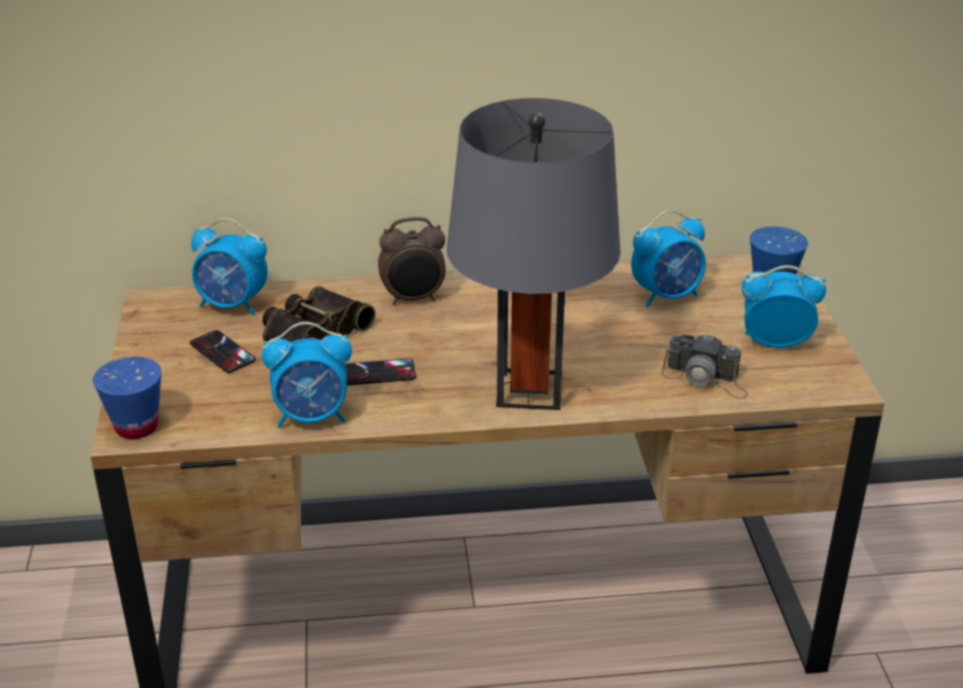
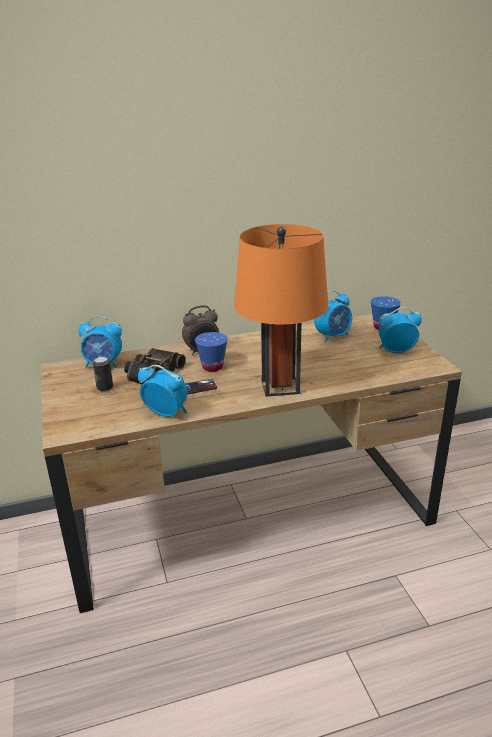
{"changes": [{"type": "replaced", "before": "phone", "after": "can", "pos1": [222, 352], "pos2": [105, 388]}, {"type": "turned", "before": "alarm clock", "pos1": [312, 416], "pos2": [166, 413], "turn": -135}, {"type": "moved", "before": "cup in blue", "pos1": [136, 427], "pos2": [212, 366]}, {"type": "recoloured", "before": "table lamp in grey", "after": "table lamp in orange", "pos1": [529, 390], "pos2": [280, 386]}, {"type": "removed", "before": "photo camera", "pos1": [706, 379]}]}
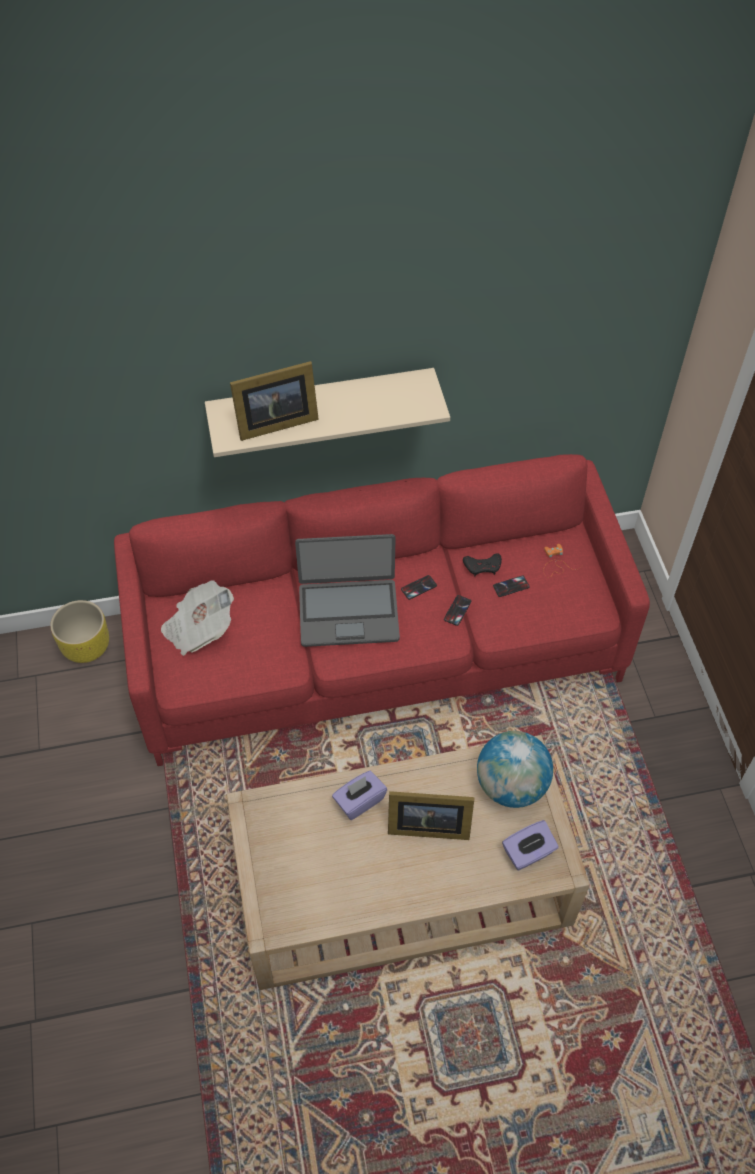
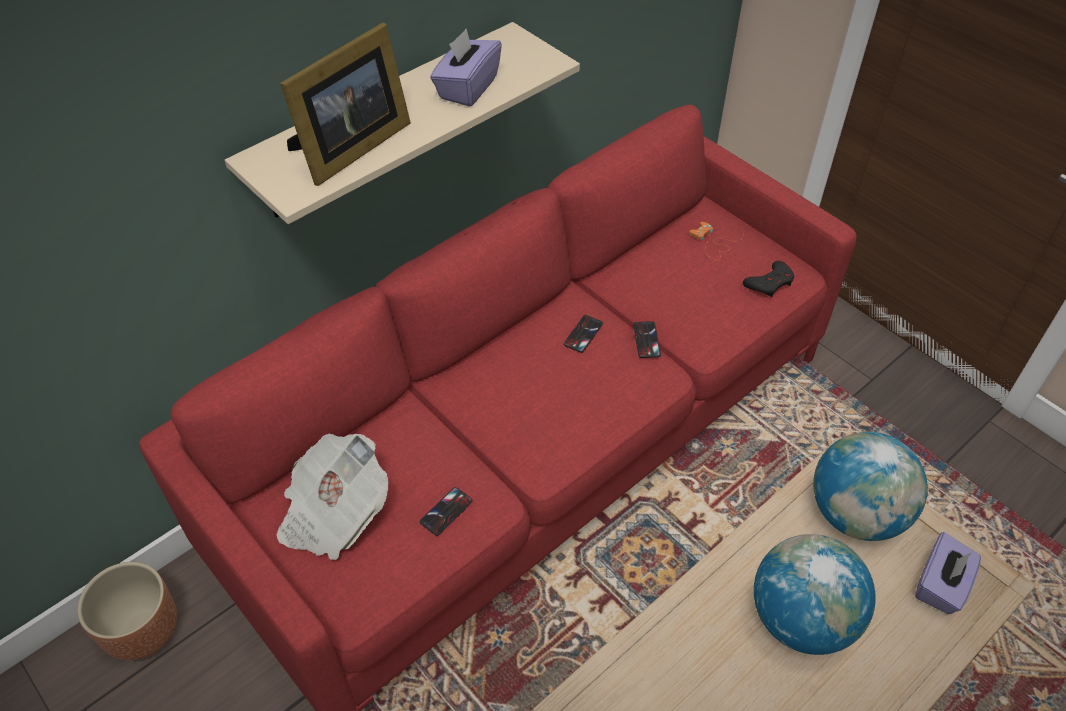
{"changes": [{"type": "recoloured", "before": "planter in yellow", "after": "planter in brown", "pos1": [87, 646], "pos2": [143, 629]}, {"type": "moved", "before": "phone", "pos1": [511, 586], "pos2": [446, 511]}, {"type": "moved", "before": "tissue box in purple", "pos1": [359, 801], "pos2": [467, 88]}, {"type": "moved", "before": "game controller in black", "pos1": [483, 566], "pos2": [770, 283]}, {"type": "replaced", "before": "picture frame", "after": "globe", "pos1": [426, 825], "pos2": [800, 619]}, {"type": "removed", "before": "laptop", "pos1": [348, 612]}]}
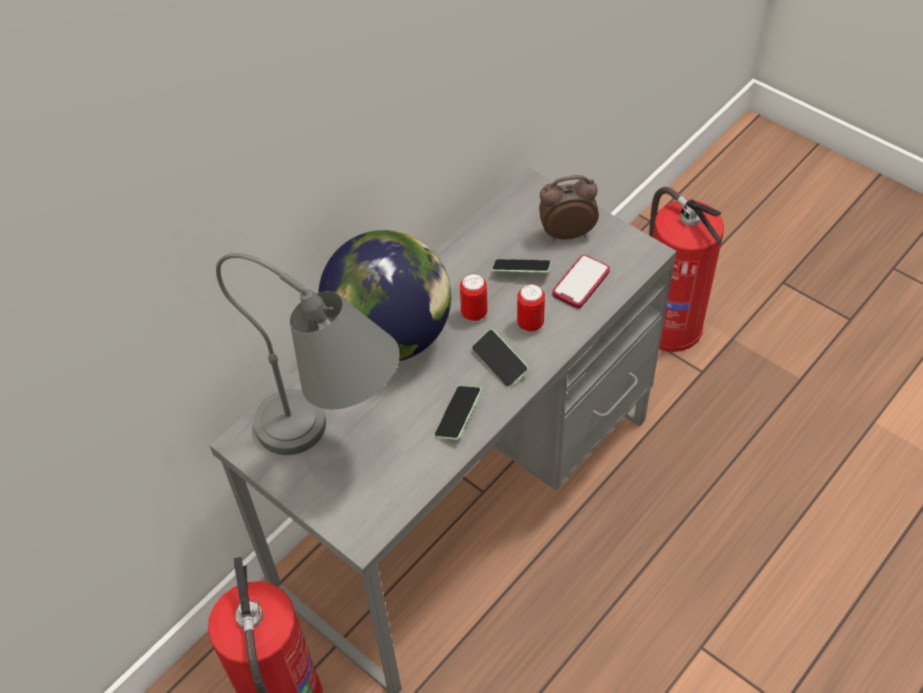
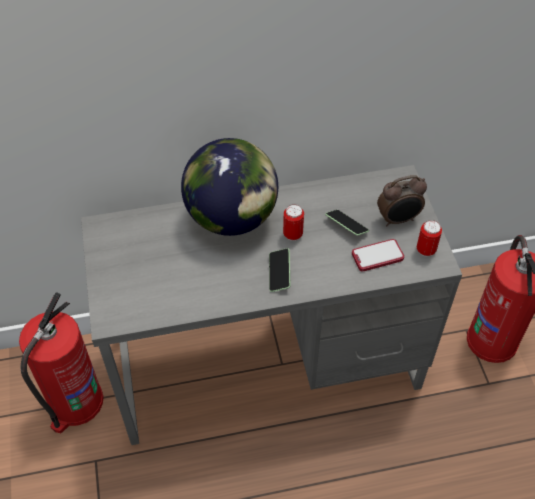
{"changes": [{"type": "turned", "before": "alarm clock", "pos1": [566, 233], "pos2": [398, 219], "turn": 135}, {"type": "moved", "before": "can", "pos1": [530, 324], "pos2": [426, 250]}, {"type": "removed", "before": "table lamp in grey", "pos1": [334, 441]}, {"type": "removed", "before": "phone", "pos1": [458, 417]}]}
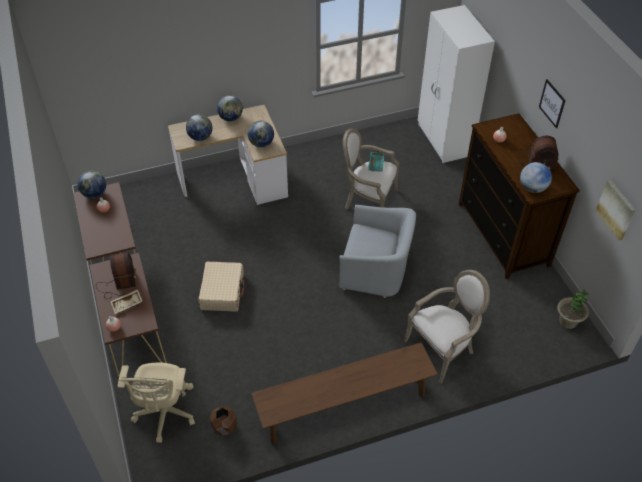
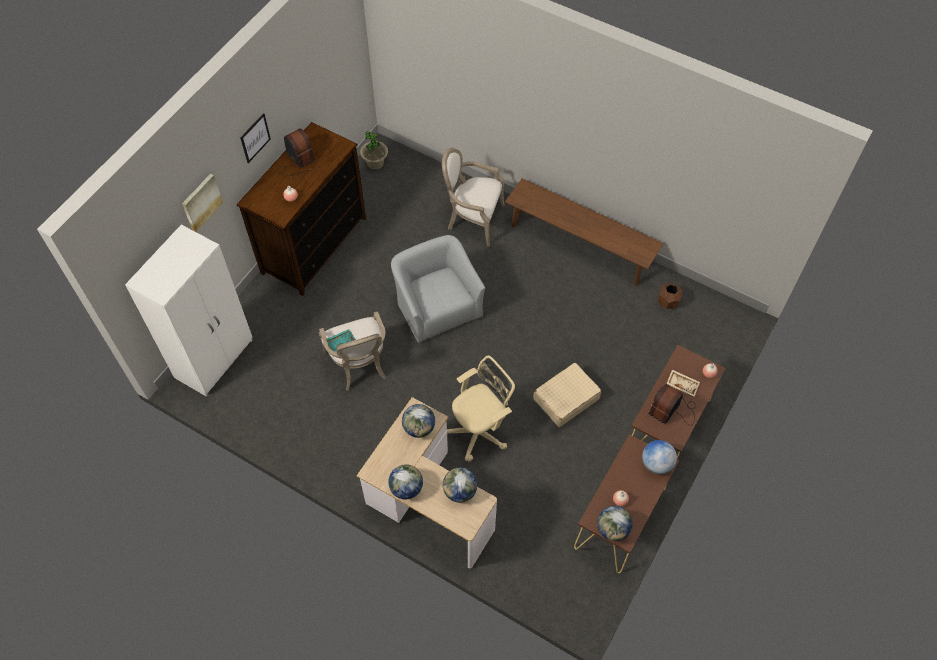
{"changes": [{"type": "moved", "before": "picture", "pos1": [616, 209], "pos2": [201, 202]}, {"type": "moved", "before": "office chair in beige", "pos1": [165, 414], "pos2": [479, 431]}, {"type": "moved", "before": "globe", "pos1": [532, 188], "pos2": [656, 464]}]}
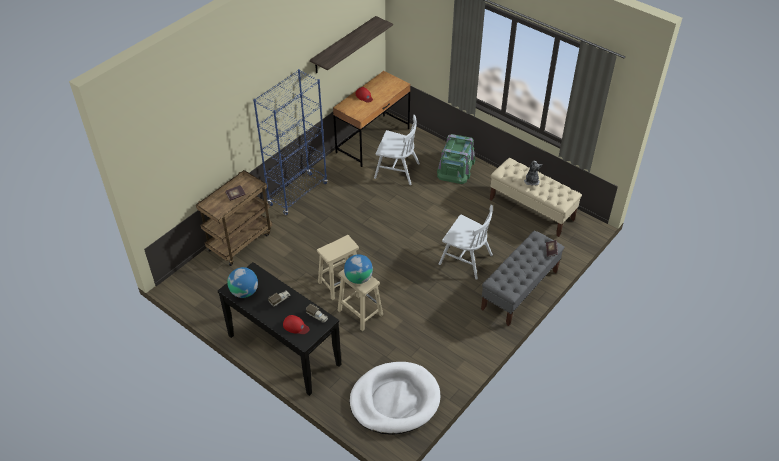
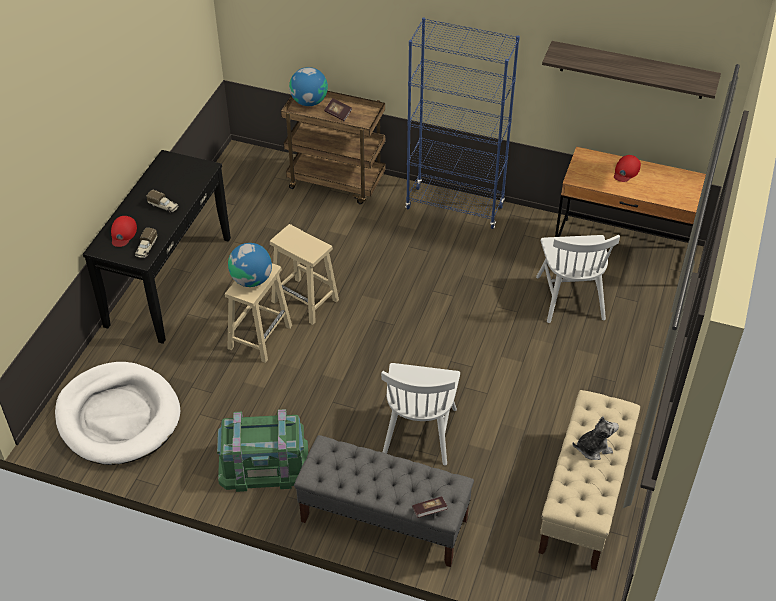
{"changes": [{"type": "moved", "before": "storage box in green", "pos1": [456, 167], "pos2": [263, 464]}, {"type": "moved", "before": "globe", "pos1": [244, 292], "pos2": [309, 102]}]}
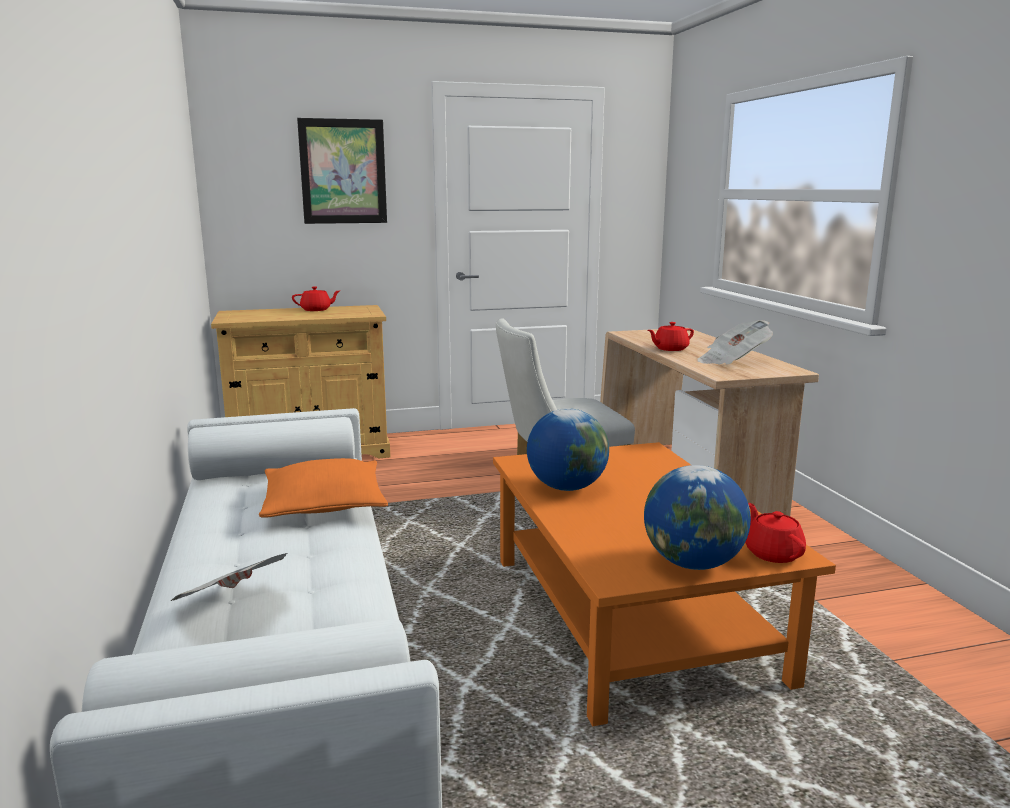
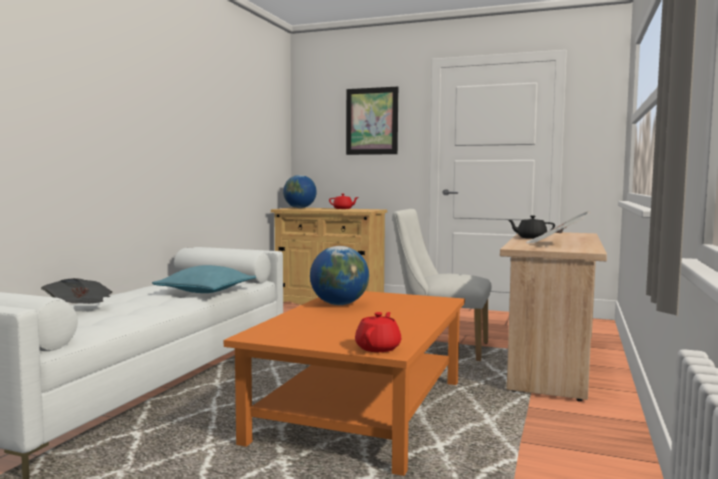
{"changes": [{"type": "recoloured", "before": "pillow in orange", "after": "pillow in turquoise", "pos1": [324, 504], "pos2": [206, 291]}, {"type": "moved", "before": "globe", "pos1": [693, 564], "pos2": [299, 208]}, {"type": "recoloured", "before": "teapot in red", "after": "teapot in black", "pos1": [670, 349], "pos2": [531, 238]}]}
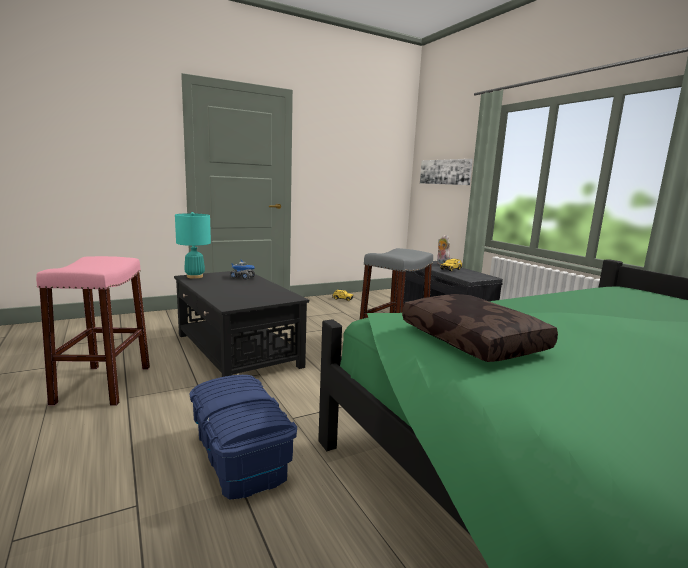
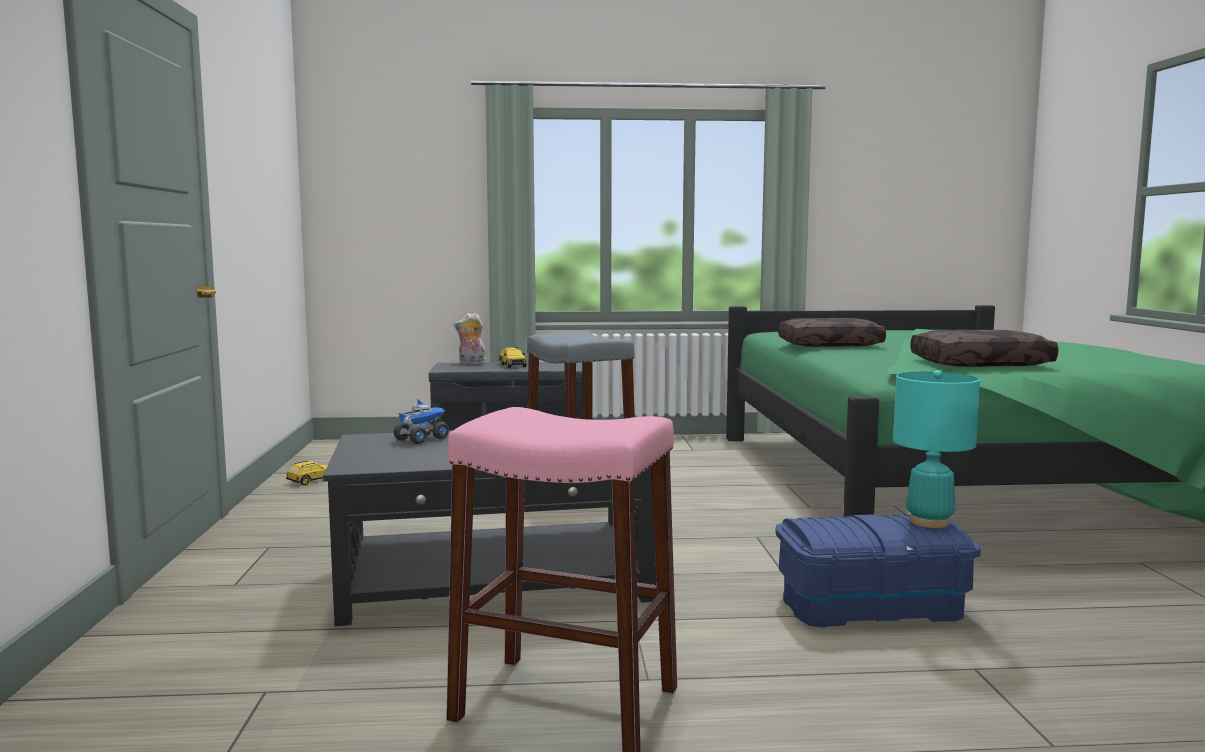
{"changes": [{"type": "added", "after": "pillow in brown", "pos2": [830, 345]}, {"type": "moved", "before": "table lamp in turquoise", "pos1": [194, 276], "pos2": [929, 522]}, {"type": "removed", "before": "picture", "pos1": [445, 172]}]}
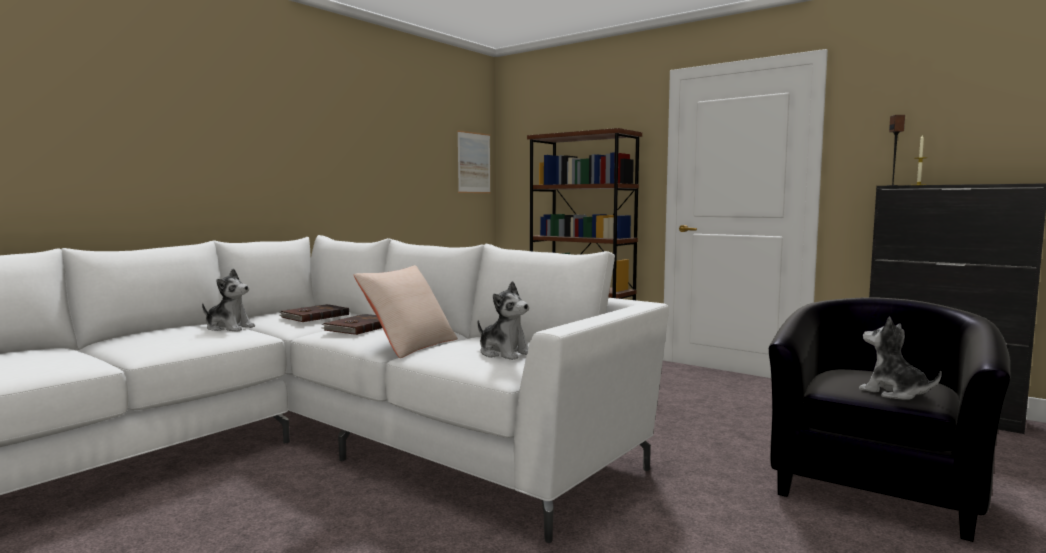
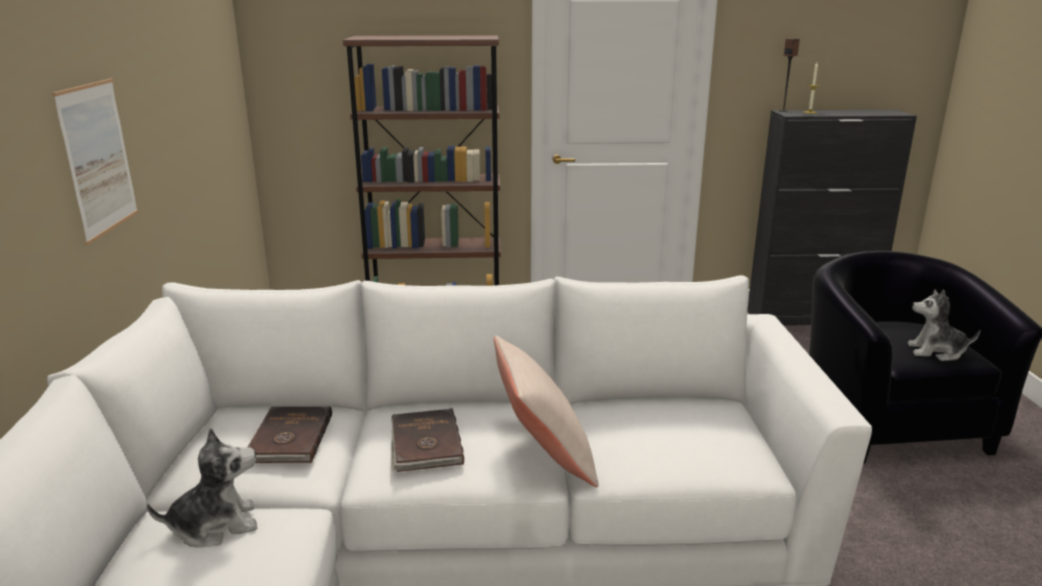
{"changes": [{"type": "moved", "before": "picture", "pos1": [474, 163], "pos2": [98, 158]}, {"type": "removed", "before": "plush toy", "pos1": [504, 353]}]}
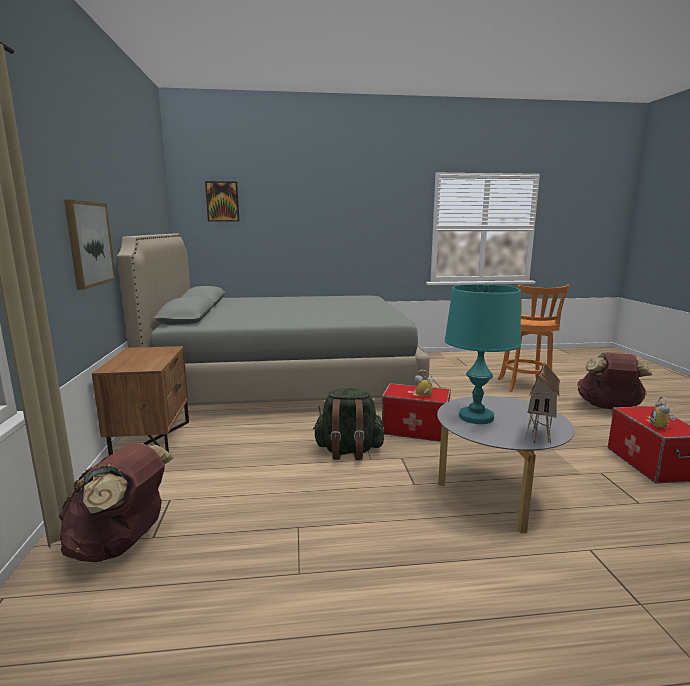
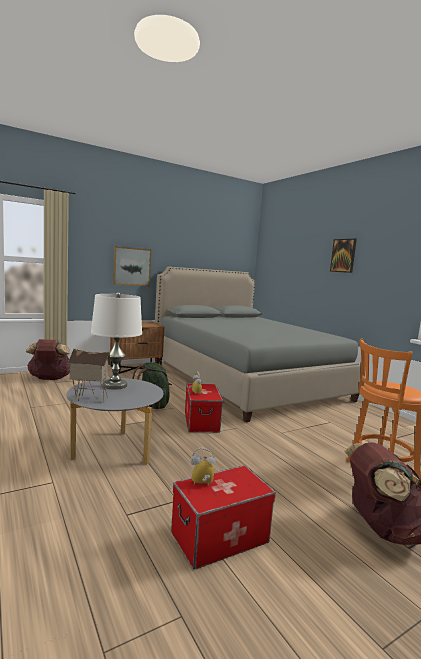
{"changes": [{"type": "recoloured", "before": "table lamp in turquoise", "after": "table lamp in white", "pos1": [476, 417], "pos2": [115, 385]}, {"type": "moved", "before": "picture", "pos1": [222, 201], "pos2": [343, 255]}]}
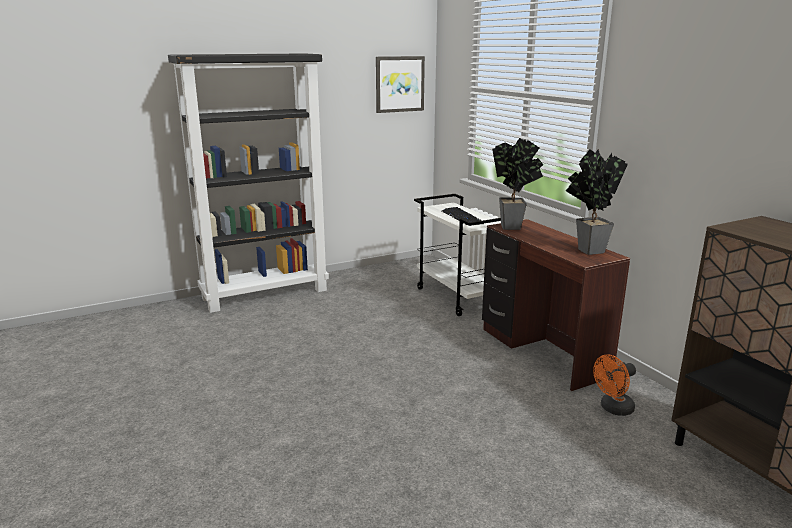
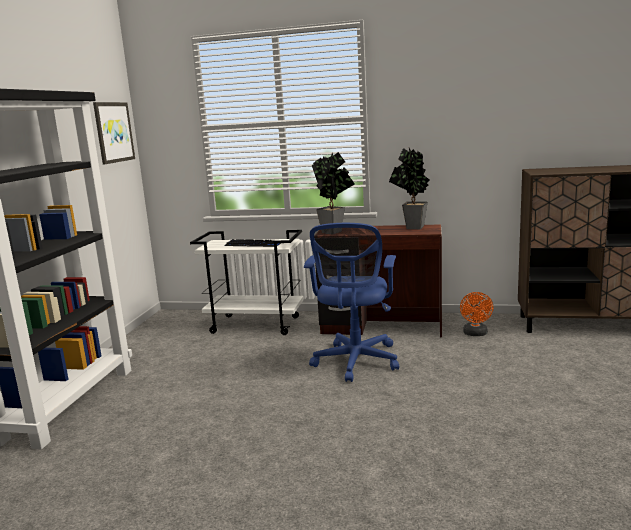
{"changes": [{"type": "added", "after": "office chair in blue", "pos2": [355, 362]}]}
